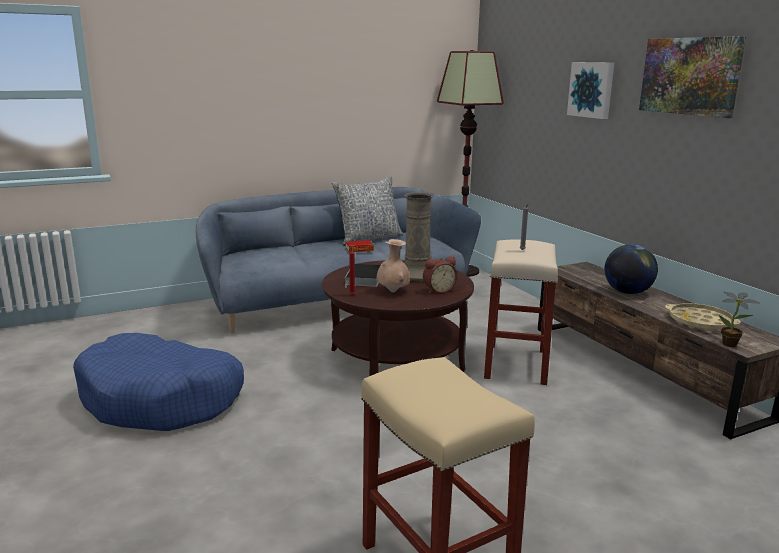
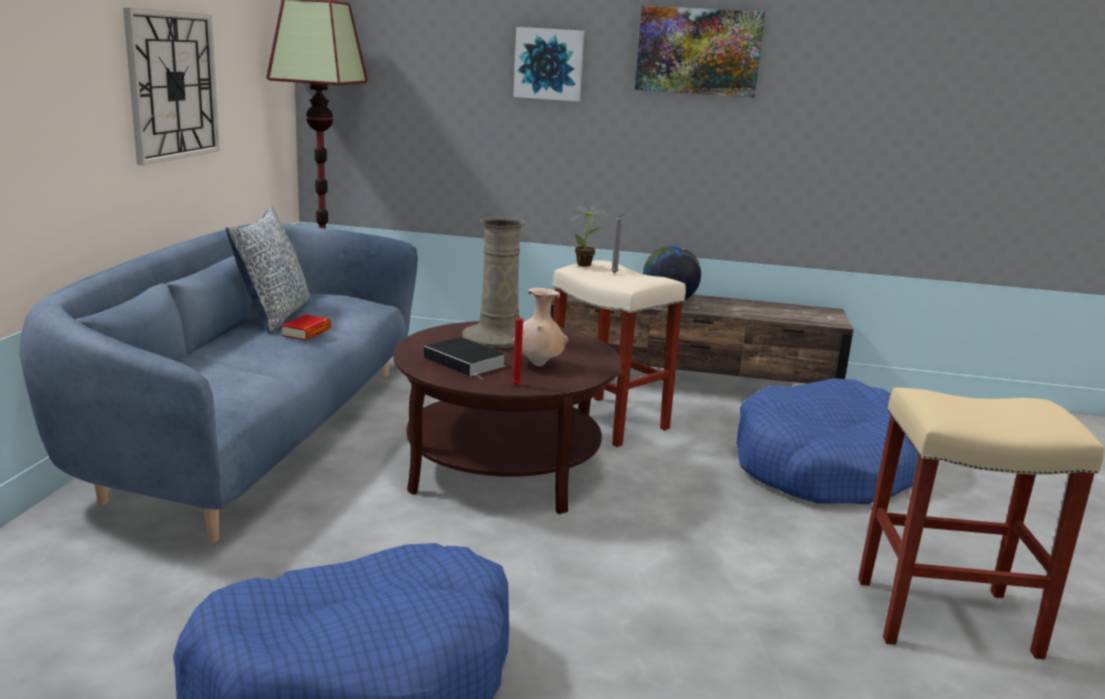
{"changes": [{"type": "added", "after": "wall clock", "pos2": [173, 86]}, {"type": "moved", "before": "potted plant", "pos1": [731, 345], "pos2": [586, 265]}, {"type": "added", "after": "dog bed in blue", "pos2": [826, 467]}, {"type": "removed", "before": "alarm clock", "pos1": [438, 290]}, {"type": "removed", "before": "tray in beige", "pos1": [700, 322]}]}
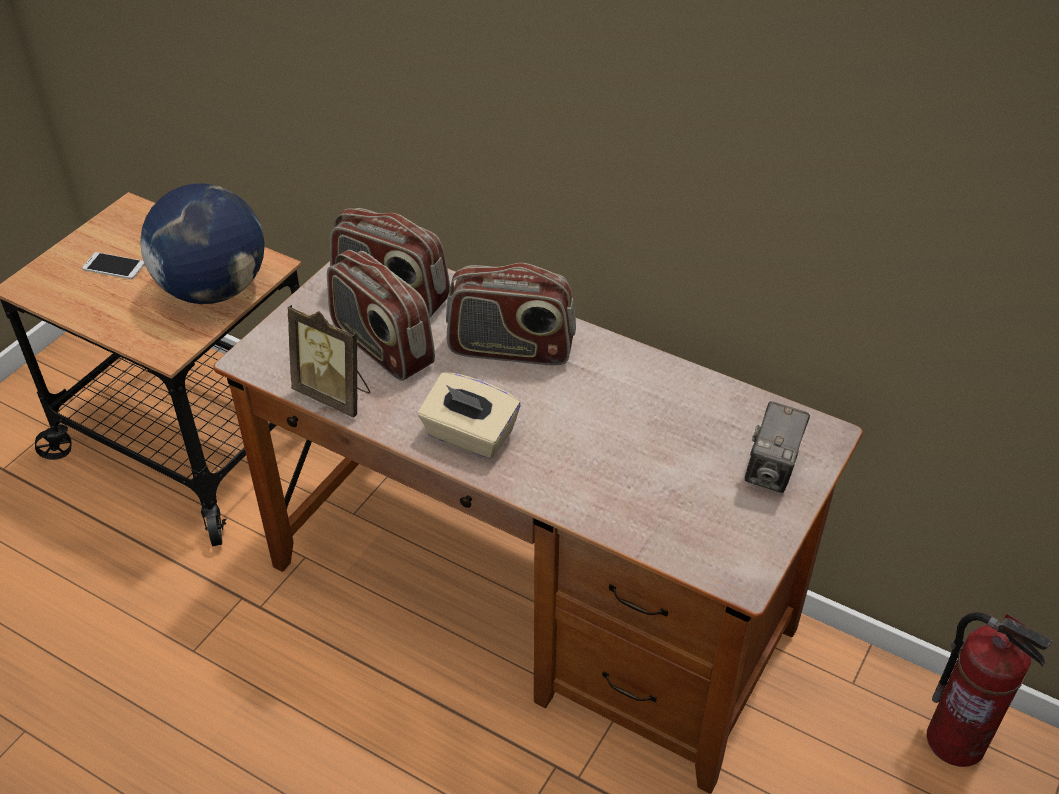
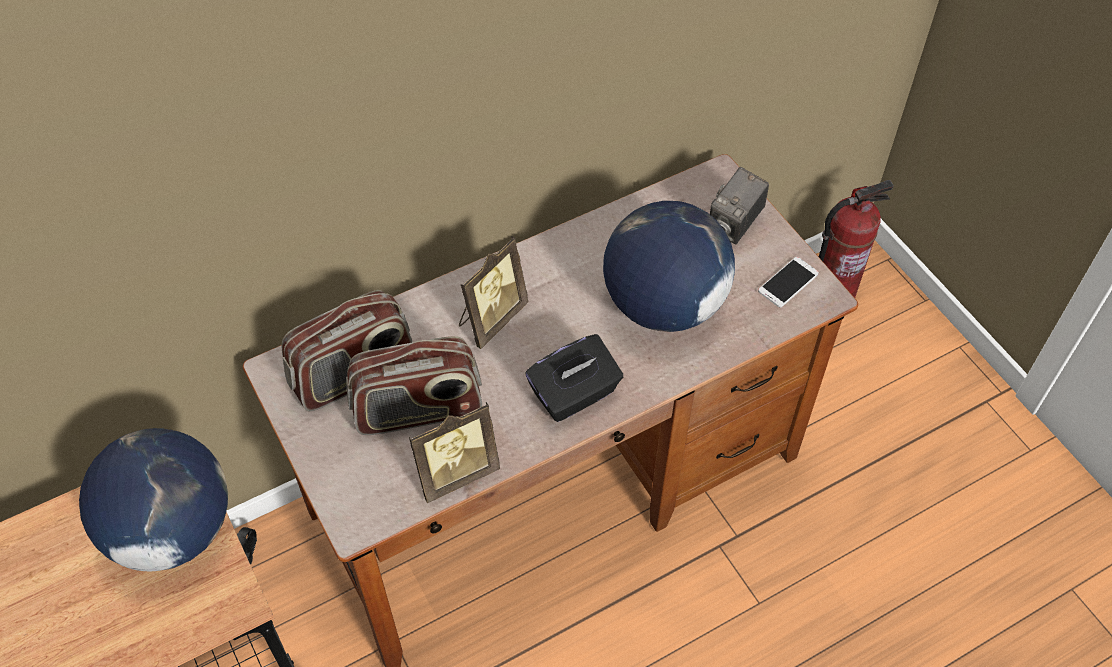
{"changes": [{"type": "replaced", "before": "radio", "after": "picture frame", "pos1": [511, 349], "pos2": [491, 318]}, {"type": "recoloured", "before": "tissue box in beige", "after": "tissue box in black", "pos1": [469, 436], "pos2": [574, 394]}, {"type": "added", "after": "globe", "pos2": [663, 305]}, {"type": "turned", "before": "photo camera", "pos1": [771, 470], "pos2": [734, 225], "turn": 75}, {"type": "moved", "before": "phone", "pos1": [114, 266], "pos2": [788, 282]}]}
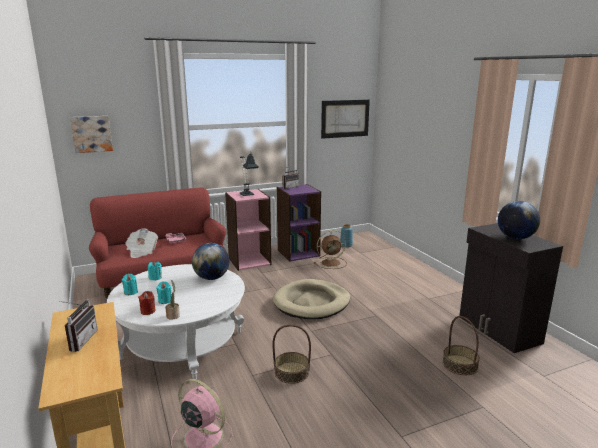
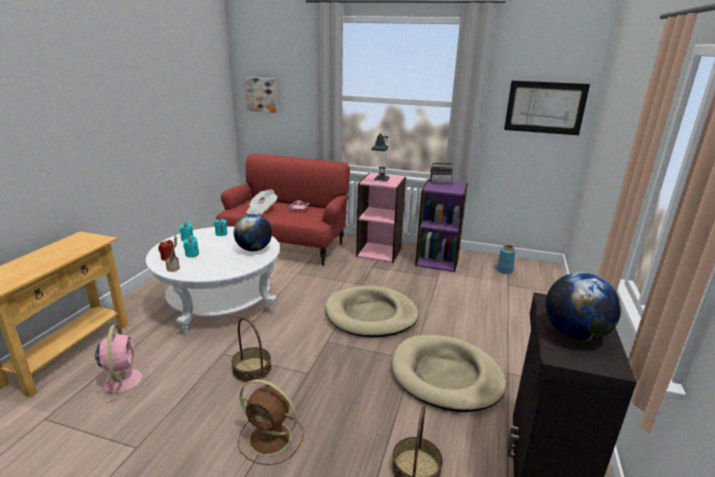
{"changes": [{"type": "moved", "before": "fan in brown", "pos1": [331, 263], "pos2": [271, 439]}, {"type": "added", "after": "dog bed in beige", "pos2": [446, 376]}, {"type": "removed", "before": "radio", "pos1": [79, 340]}]}
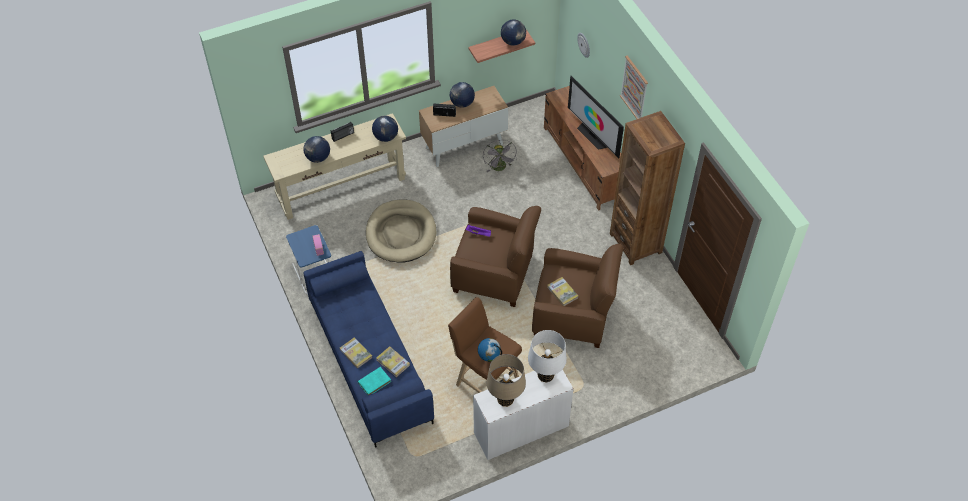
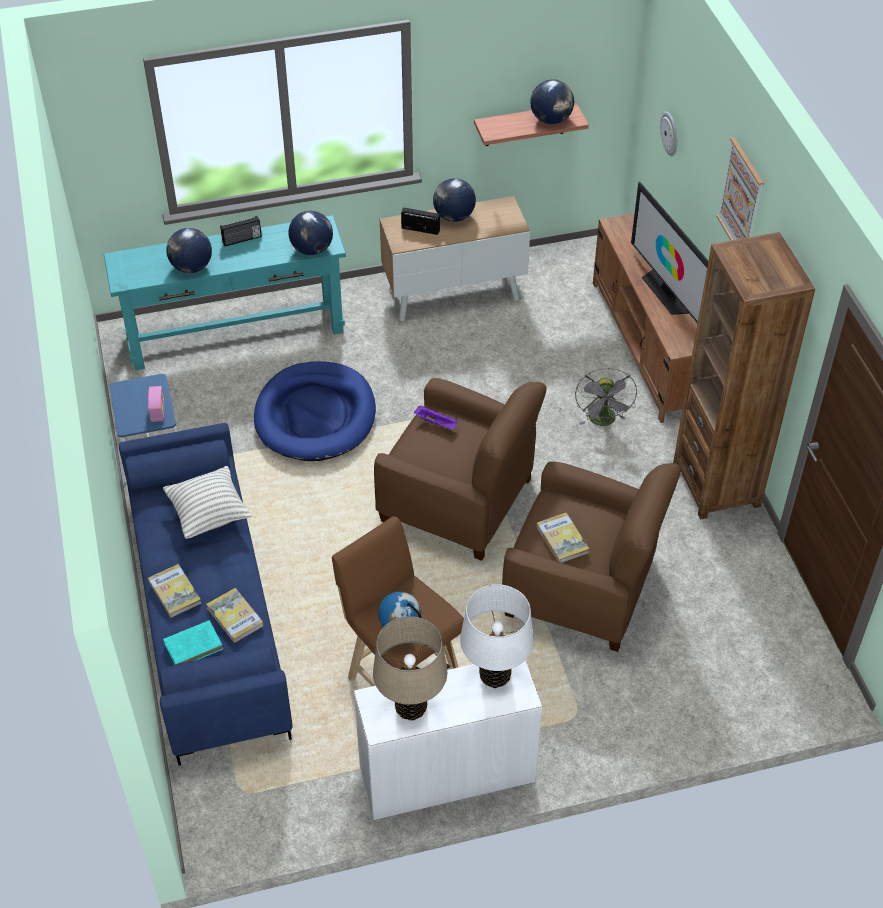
{"changes": [{"type": "recoloured", "before": "console table in beige", "after": "console table in turquoise", "pos1": [341, 188], "pos2": [236, 333]}, {"type": "added", "after": "pillow", "pos2": [209, 514]}, {"type": "recoloured", "before": "dog bed in beige", "after": "dog bed in blue", "pos1": [401, 233], "pos2": [315, 416]}, {"type": "moved", "before": "fan in grey", "pos1": [500, 168], "pos2": [603, 421]}]}
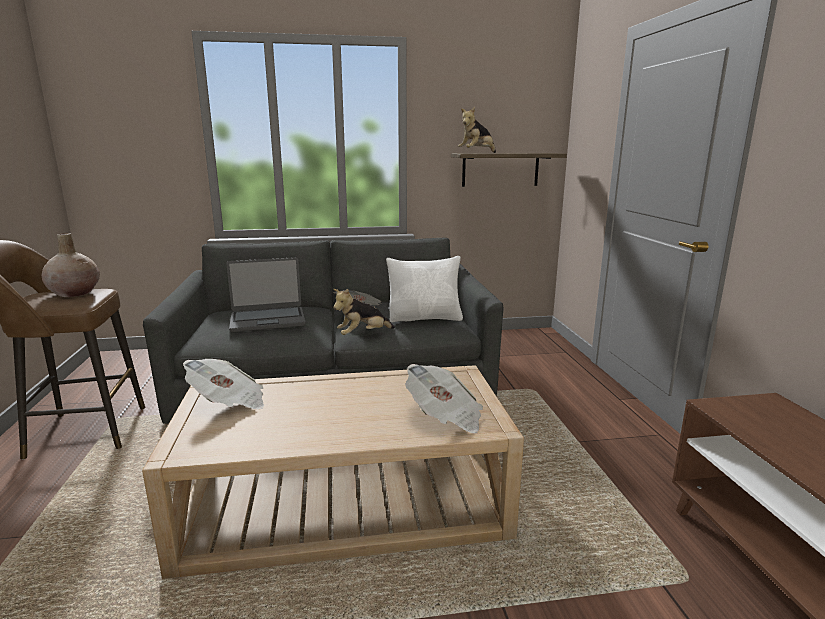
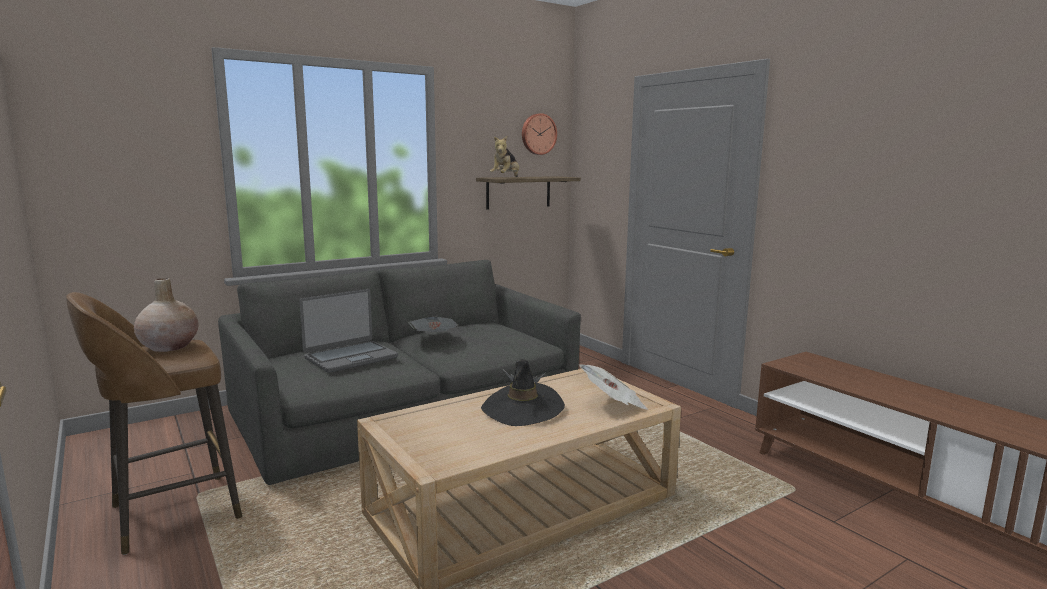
{"changes": [{"type": "added", "after": "hat in black", "pos2": [522, 409]}, {"type": "added", "after": "wall clock", "pos2": [538, 134]}, {"type": "removed", "before": "newspaper", "pos1": [229, 402]}, {"type": "removed", "before": "plush toy", "pos1": [363, 335]}, {"type": "removed", "before": "pillow in white", "pos1": [425, 318]}]}
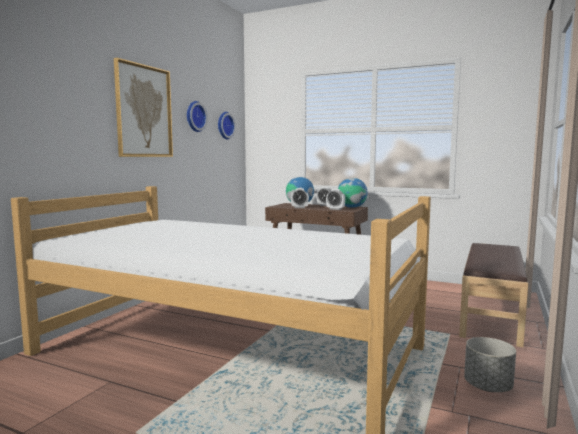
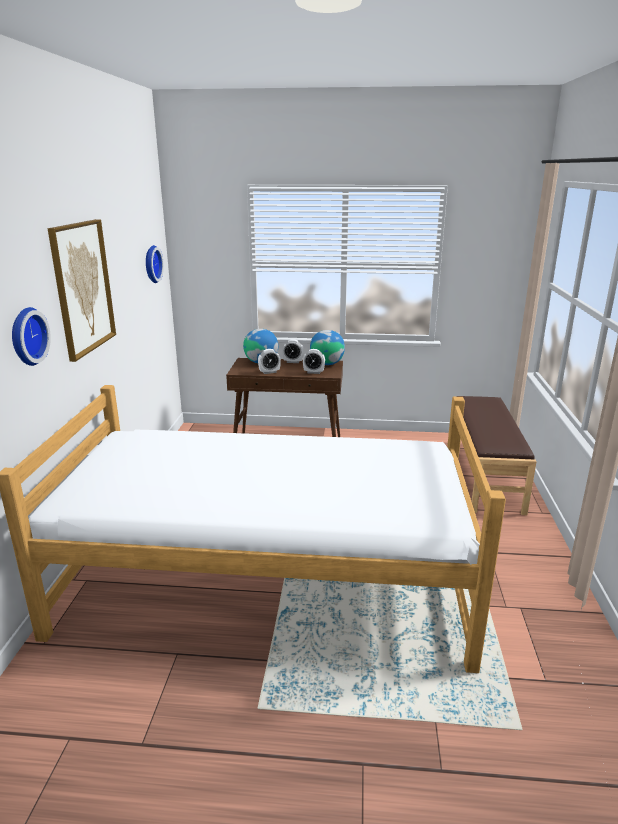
{"changes": [{"type": "moved", "before": "wall clock", "pos1": [194, 116], "pos2": [26, 336]}, {"type": "removed", "before": "planter in grey", "pos1": [488, 387]}]}
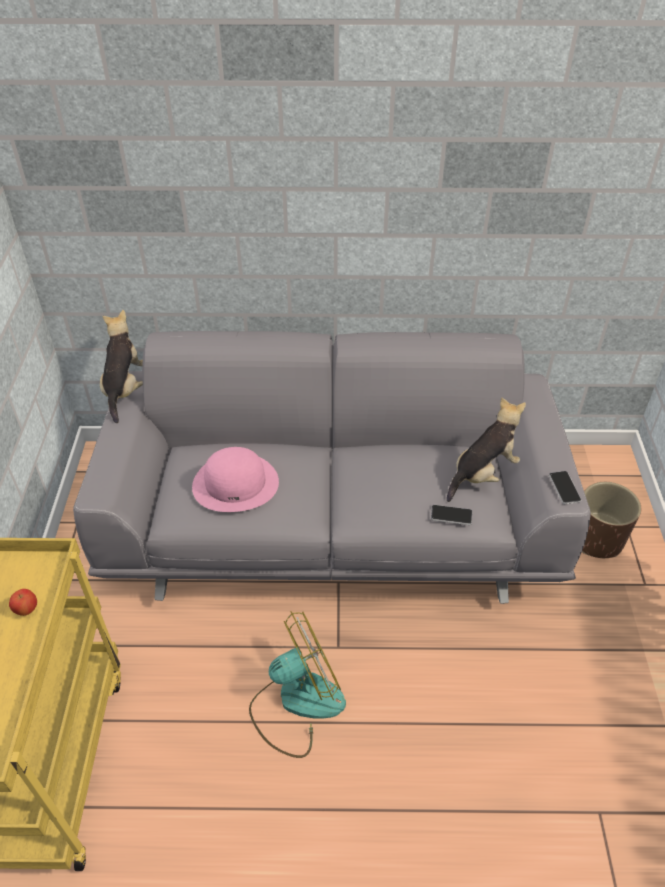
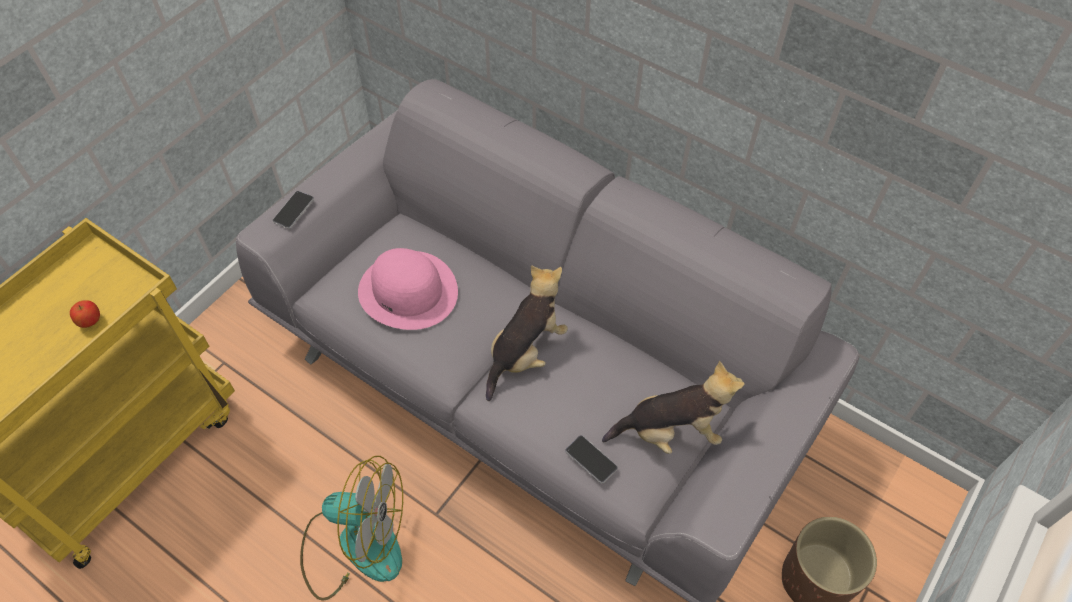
{"changes": [{"type": "moved", "before": "phone", "pos1": [564, 488], "pos2": [293, 210]}, {"type": "moved", "before": "plush toy", "pos1": [125, 389], "pos2": [526, 352]}]}
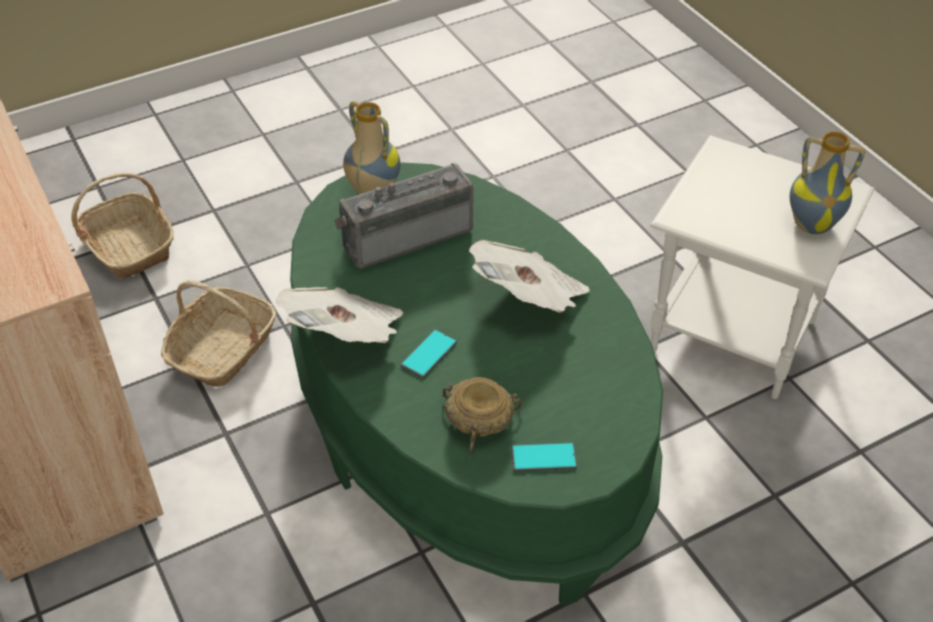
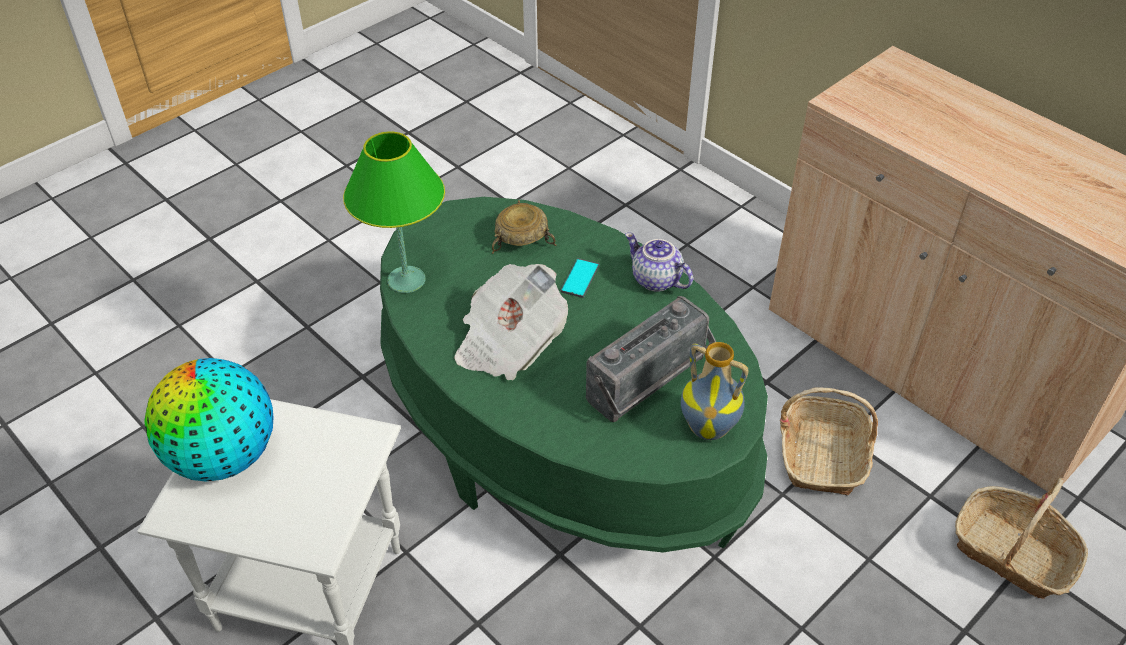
{"changes": [{"type": "replaced", "before": "vase", "after": "globe", "pos1": [812, 224], "pos2": [223, 457]}, {"type": "added", "after": "table lamp in green", "pos2": [407, 280]}, {"type": "replaced", "before": "newspaper", "after": "teapot", "pos1": [346, 335], "pos2": [655, 280]}, {"type": "removed", "before": "phone", "pos1": [543, 458]}]}
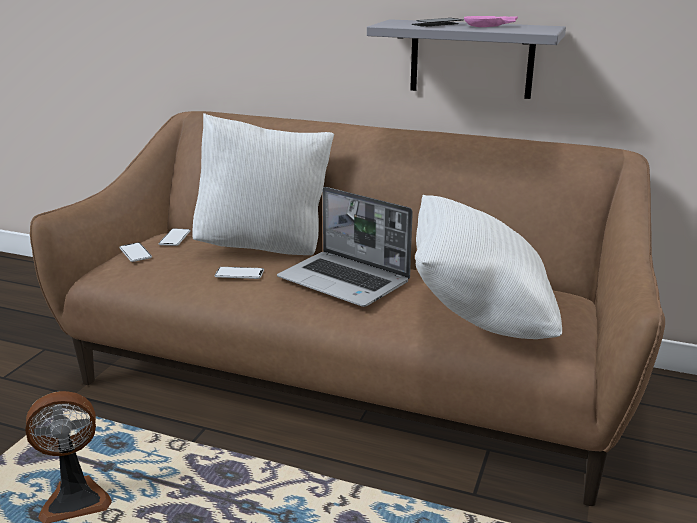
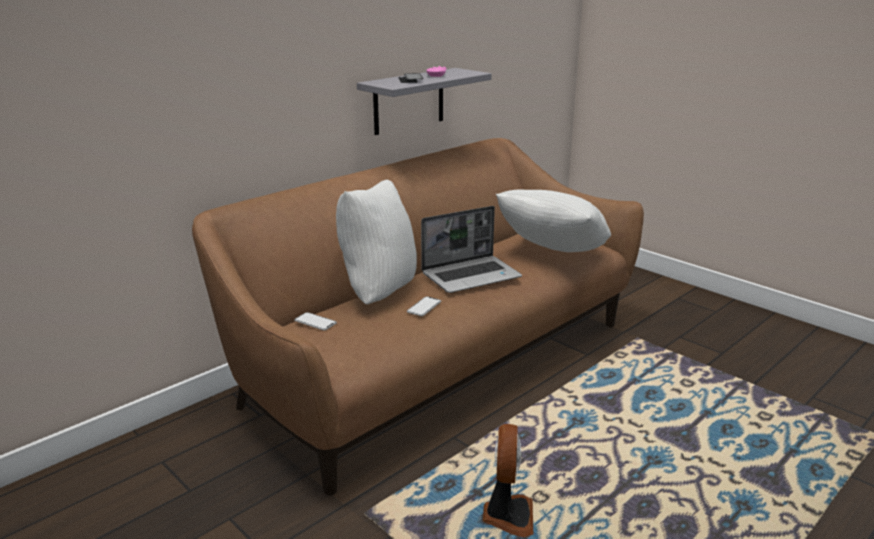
{"changes": [{"type": "removed", "before": "phone", "pos1": [135, 253]}]}
